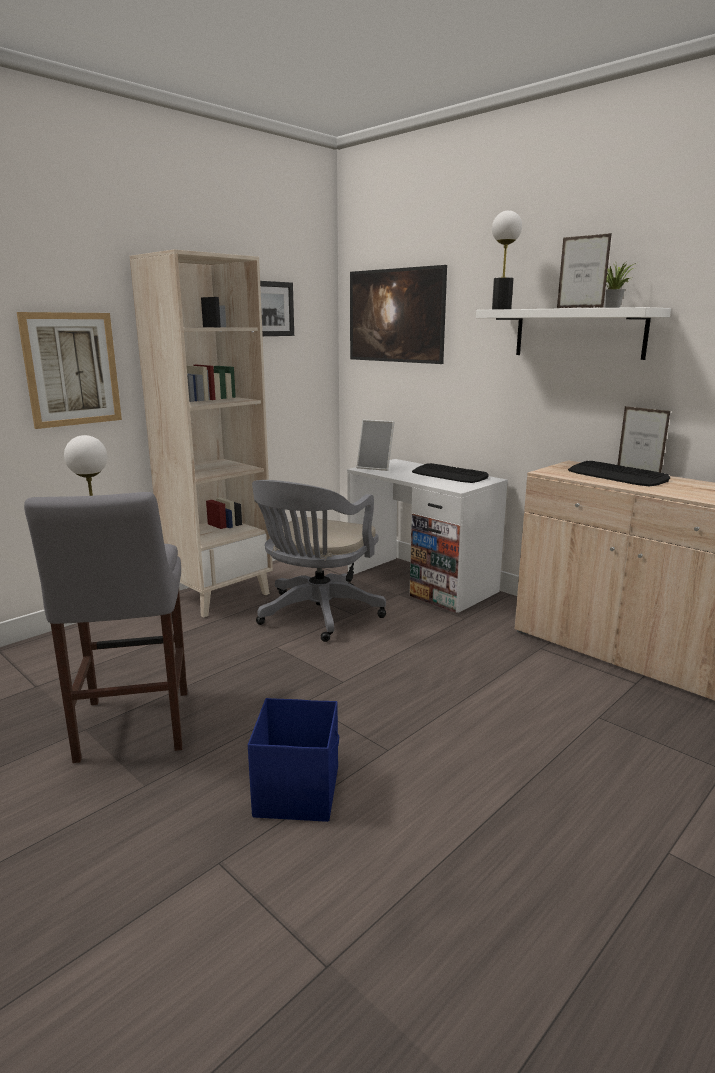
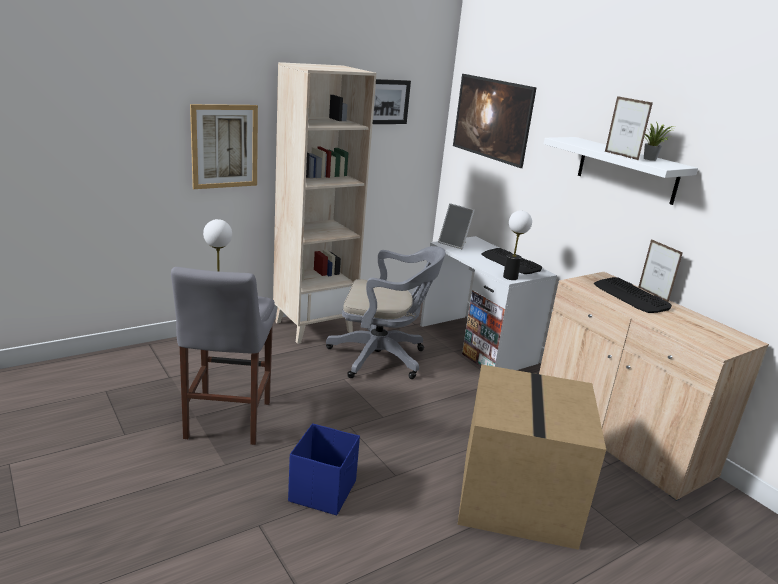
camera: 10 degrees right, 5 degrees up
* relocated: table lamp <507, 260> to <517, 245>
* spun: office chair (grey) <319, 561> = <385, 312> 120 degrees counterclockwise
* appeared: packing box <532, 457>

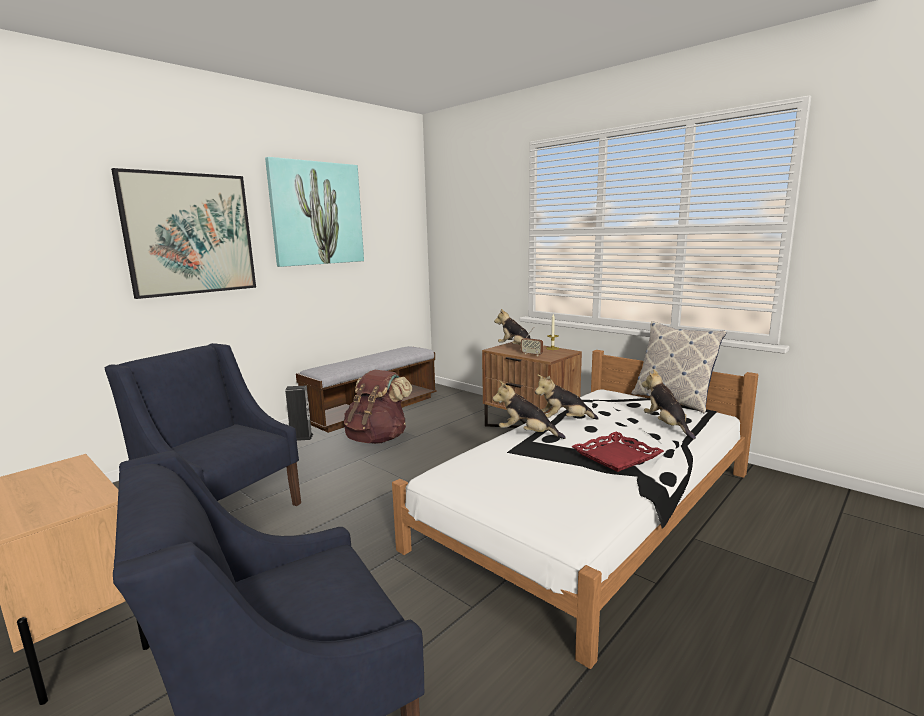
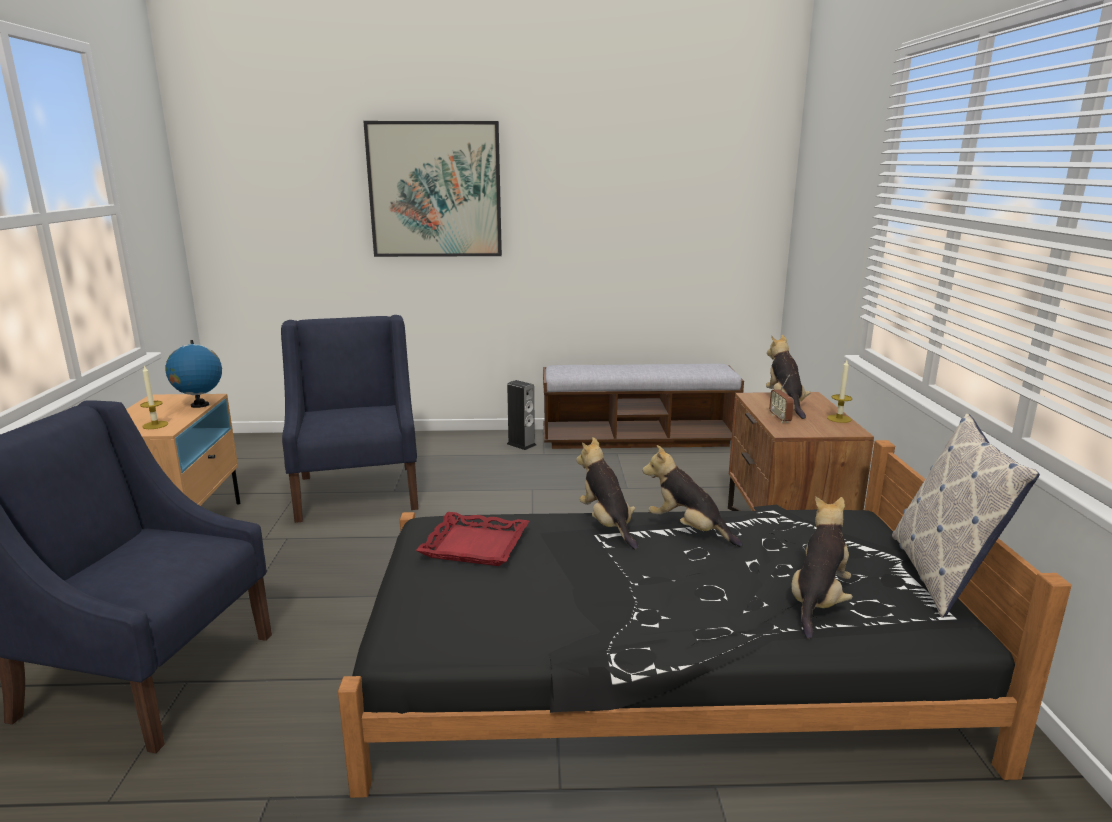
camera: 45 degrees right, 5 degrees up
* missing: wall picture <314, 212>
* colour: bedroom bed (white) <575, 509> to bedroom bed (black-coloured) <705, 619>
* missing: backpack (brown) <378, 407>
* relocated: tray (red-coloured) <618, 452> to <472, 539>
* appeared: desk globe <193, 374>
* appeared: candle <154, 397>

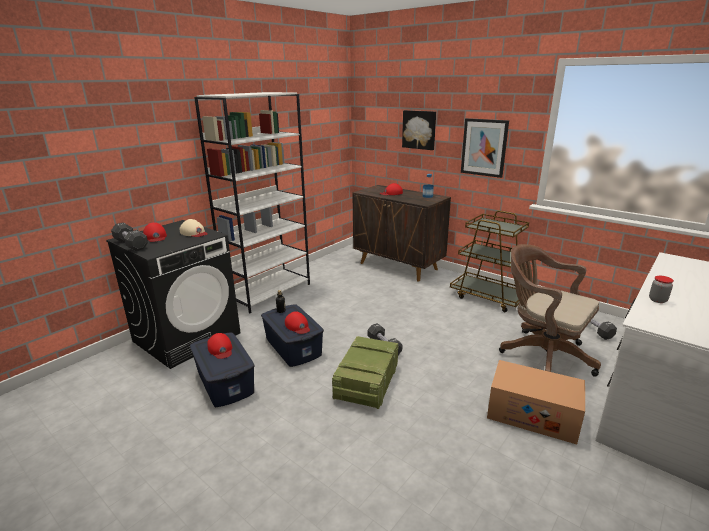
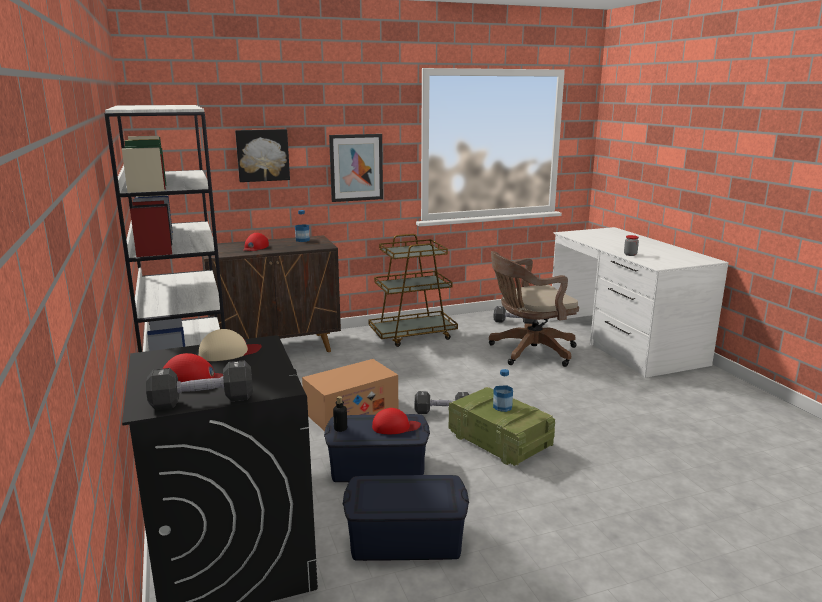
camera: 60 degrees left, 5 degrees down
* missing: cap (red-coloured) <219, 346>
* relocated: packing box <536, 402> to <350, 395>
* appeared: drink bottle <503, 390>

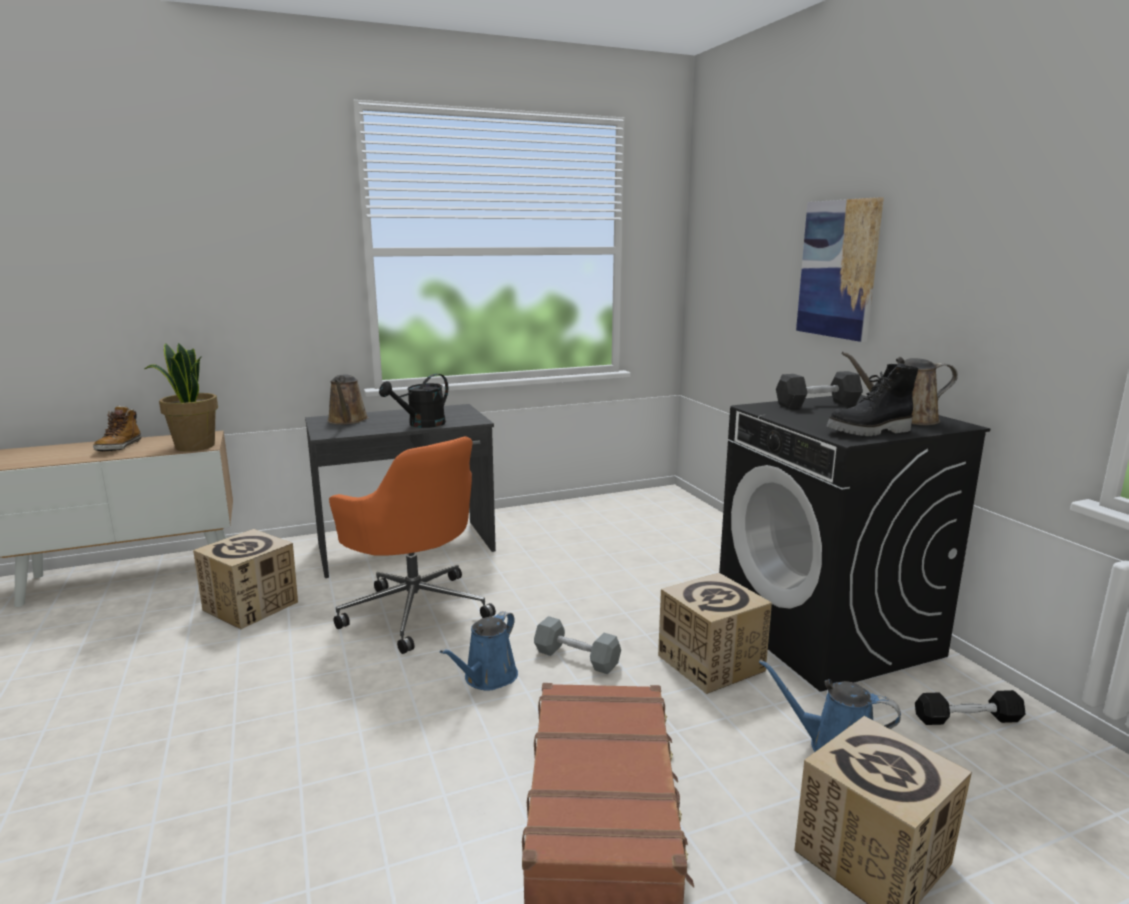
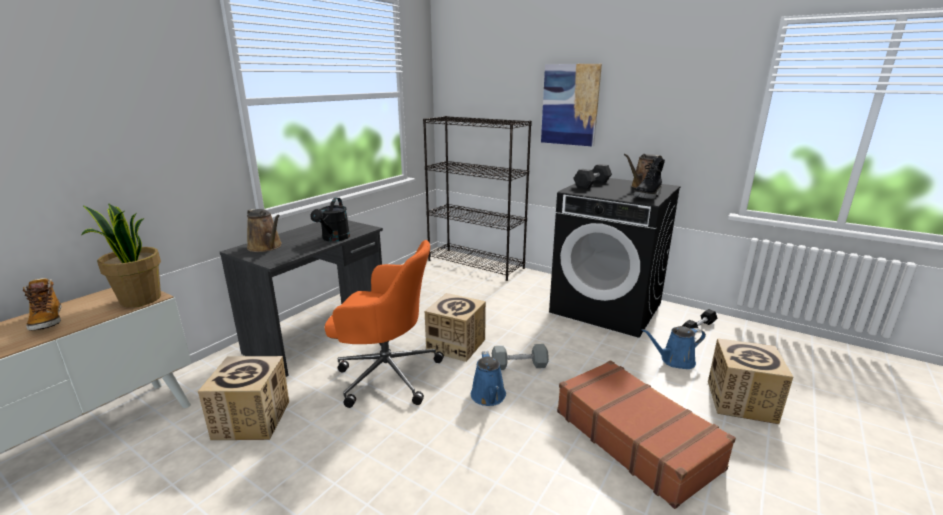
camera: 35 degrees left, 5 degrees up
* relocated: packing box <715, 633> to <455, 327>
* appeared: bookshelf (black-coloured) <477, 198>

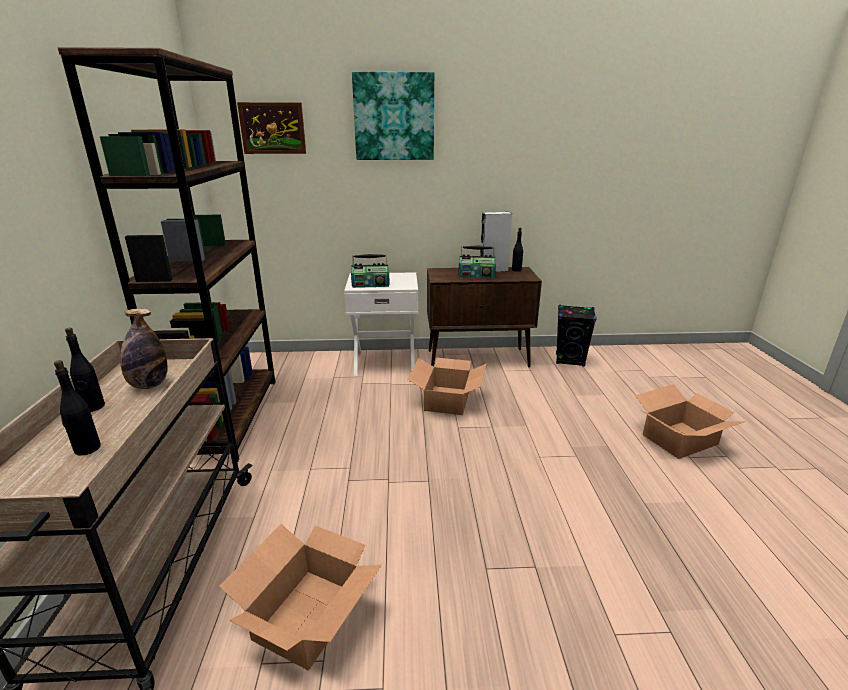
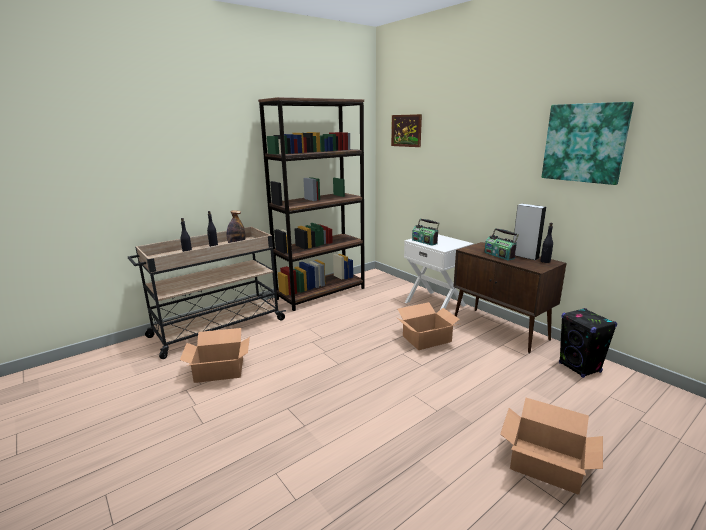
camera: 55 degrees right, 5 degrees down
* relocated: wall picture <393, 116> to <588, 143>

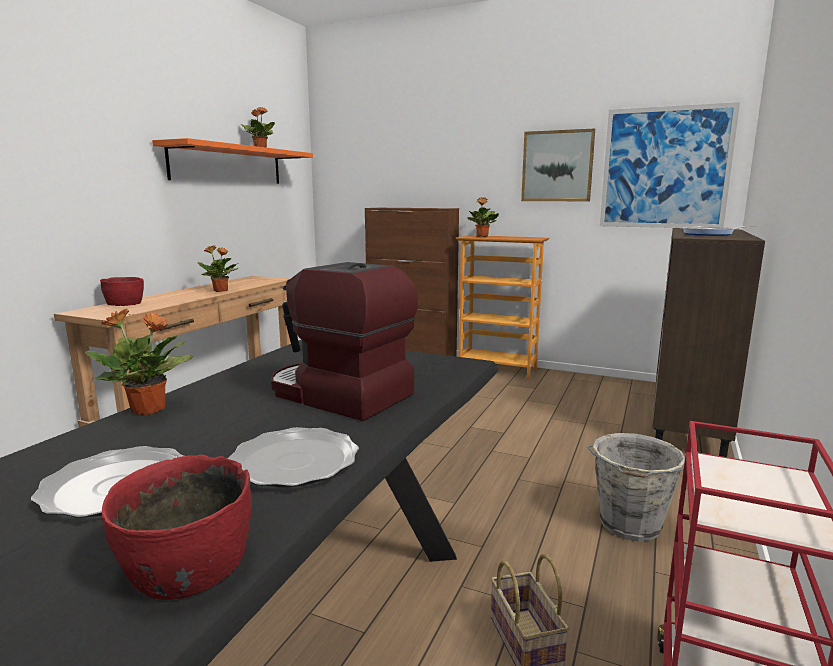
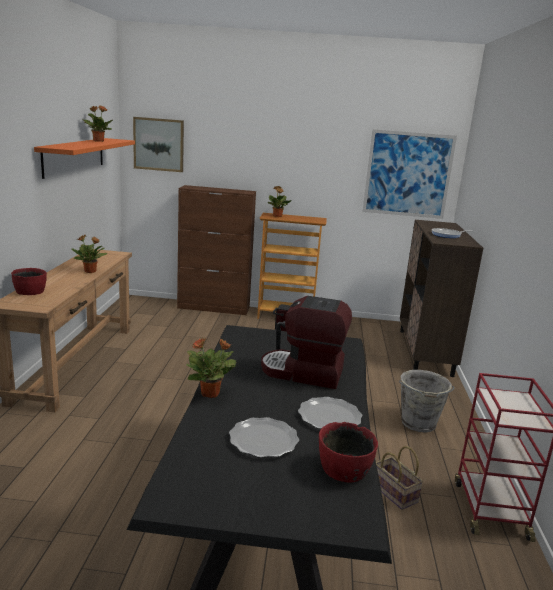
camera: 20 degrees left, 5 degrees up
* relocated: wall picture <558, 164> to <158, 144>

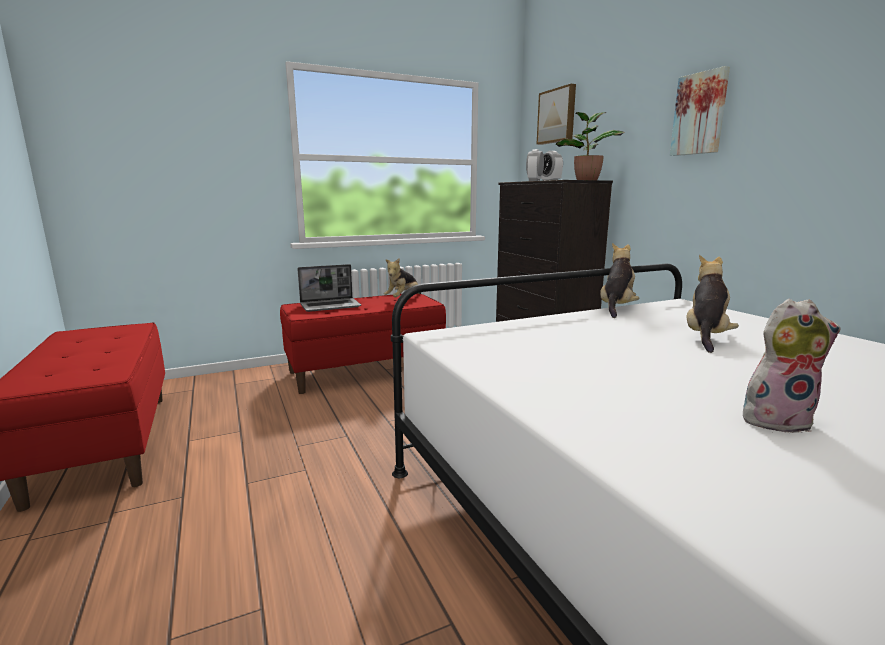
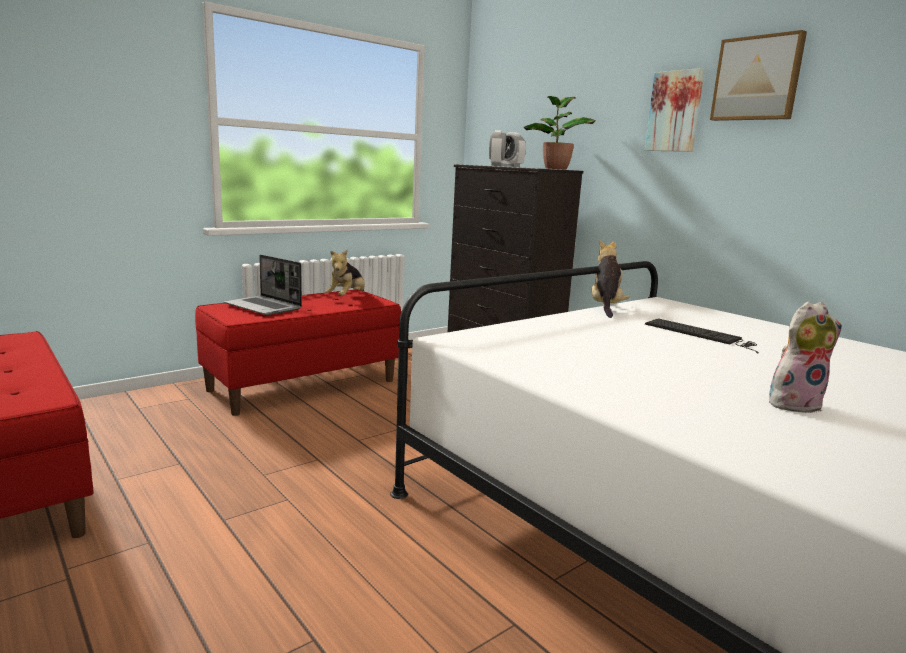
camera: 15 degrees left, 0 degrees up
* relocated: wall picture <556, 114> to <758, 75>
* exchanged: plush toy <713, 304> to computer keyboard <702, 336>
* spun: portable computer <329, 288> = <263, 285> 75 degrees clockwise

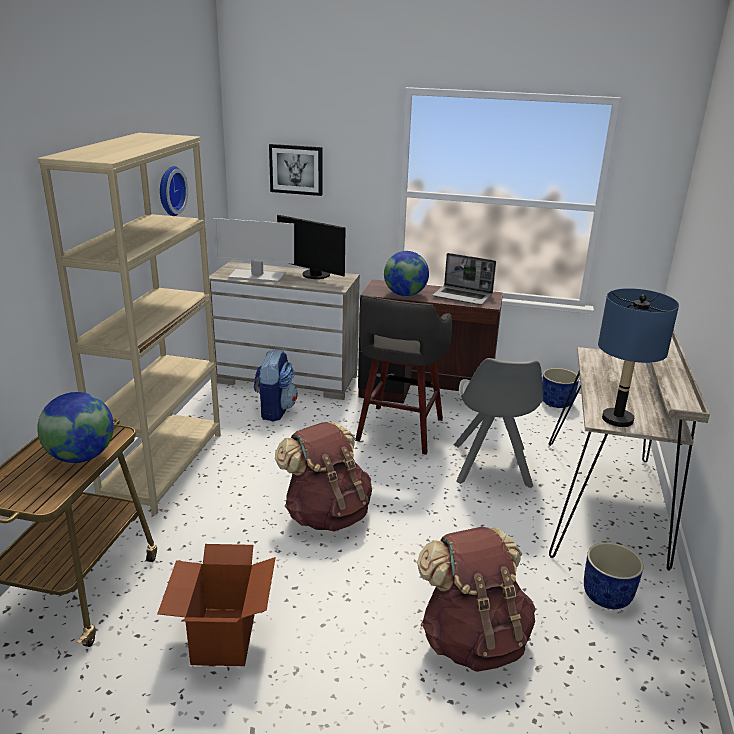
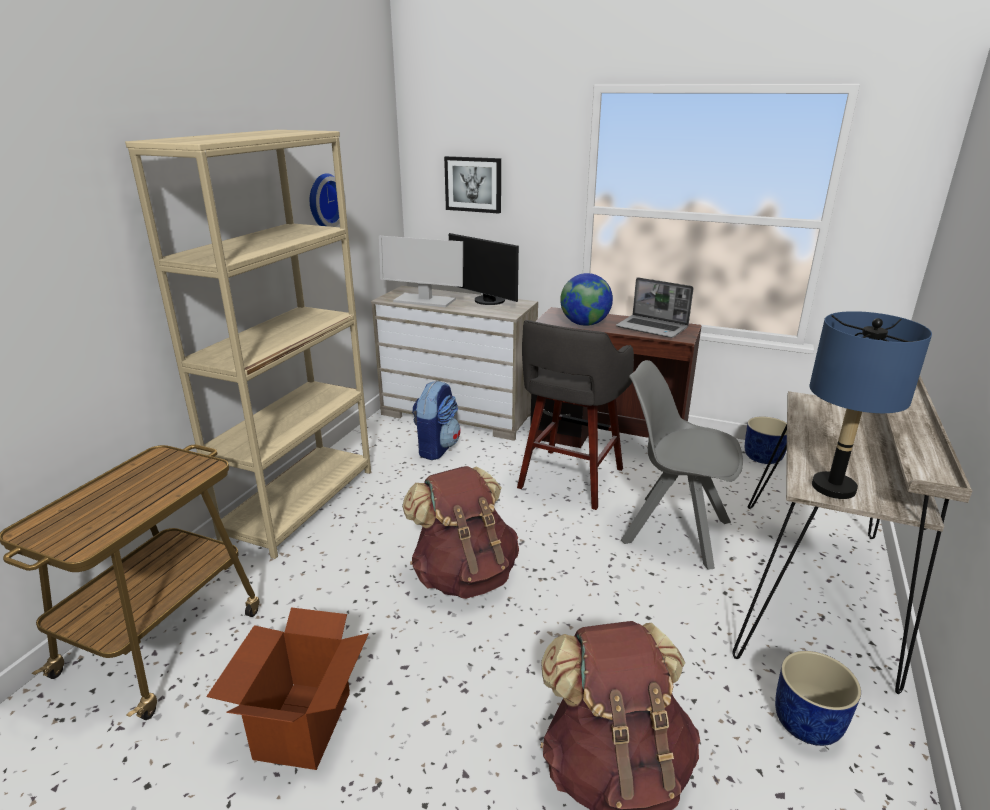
camera: 10 degrees right, 0 degrees up
* spun: chair (grey) <498, 423> = <682, 465> 105 degrees clockwise
* missing: desk globe <75, 427>

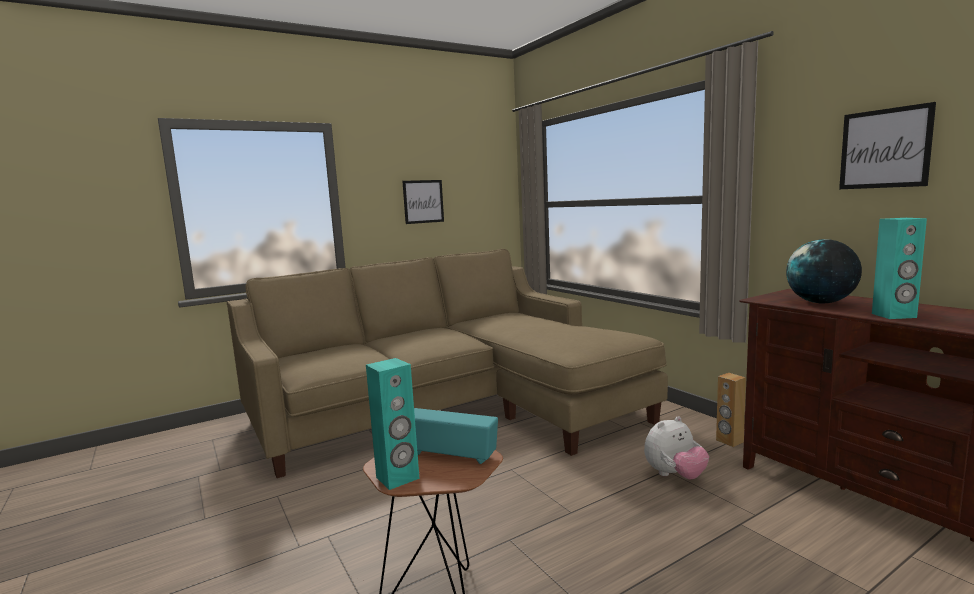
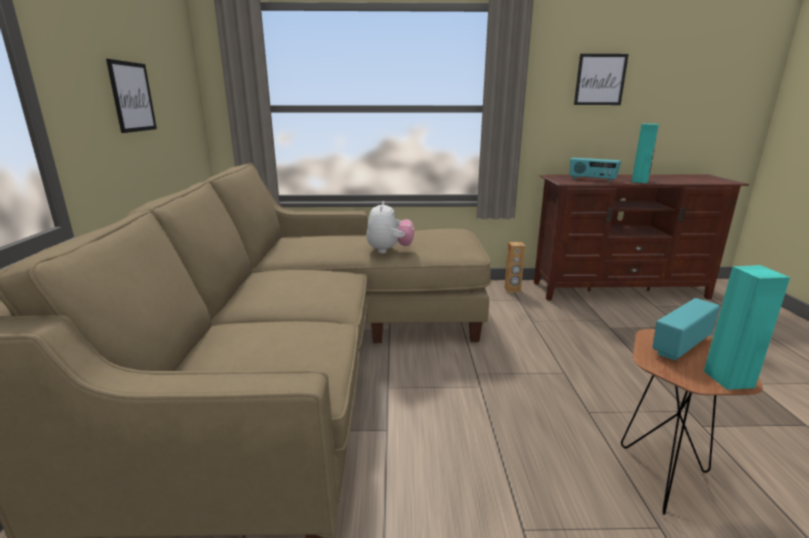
camera: 60 degrees left, 10 degrees up
* exchanged: desk globe <824, 271> to radio receiver <595, 170>
* relocated: plush toy <676, 448> to <390, 227>

